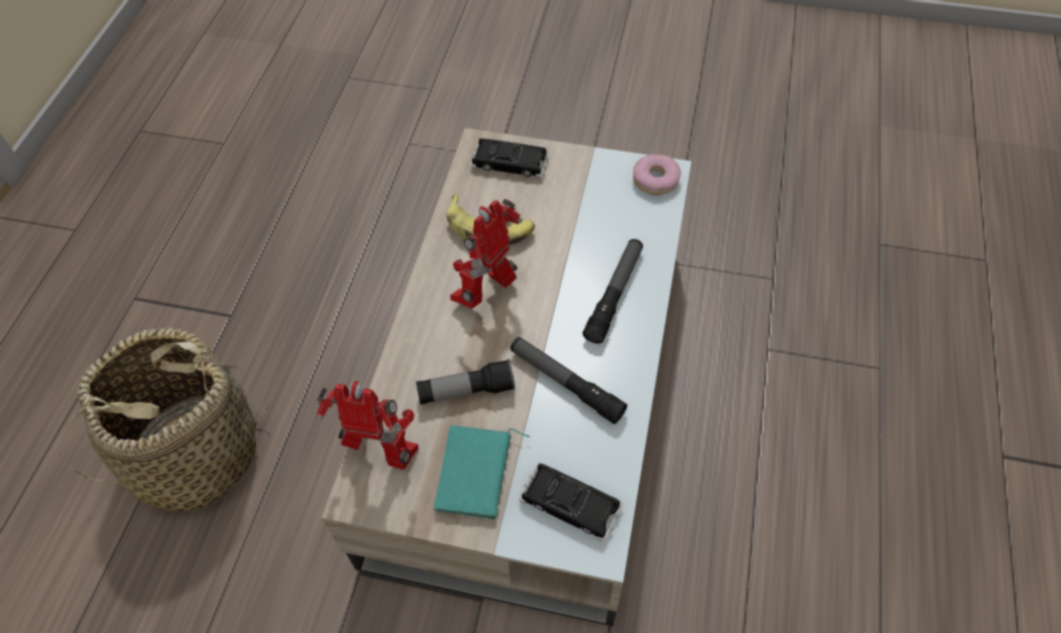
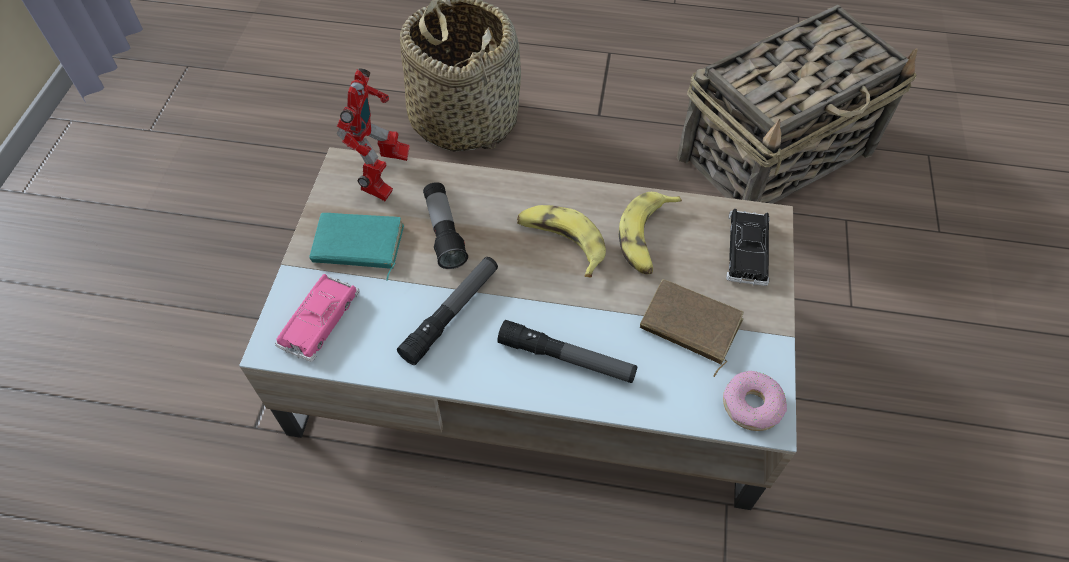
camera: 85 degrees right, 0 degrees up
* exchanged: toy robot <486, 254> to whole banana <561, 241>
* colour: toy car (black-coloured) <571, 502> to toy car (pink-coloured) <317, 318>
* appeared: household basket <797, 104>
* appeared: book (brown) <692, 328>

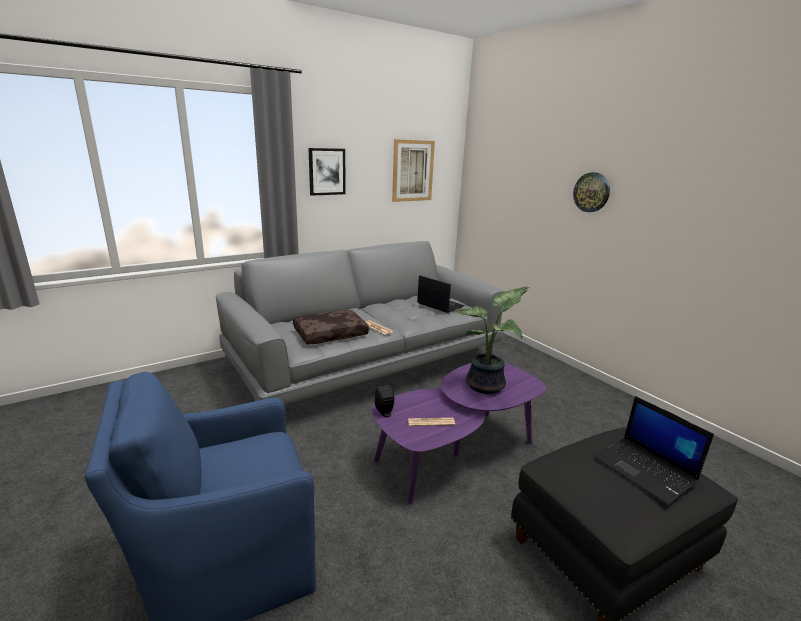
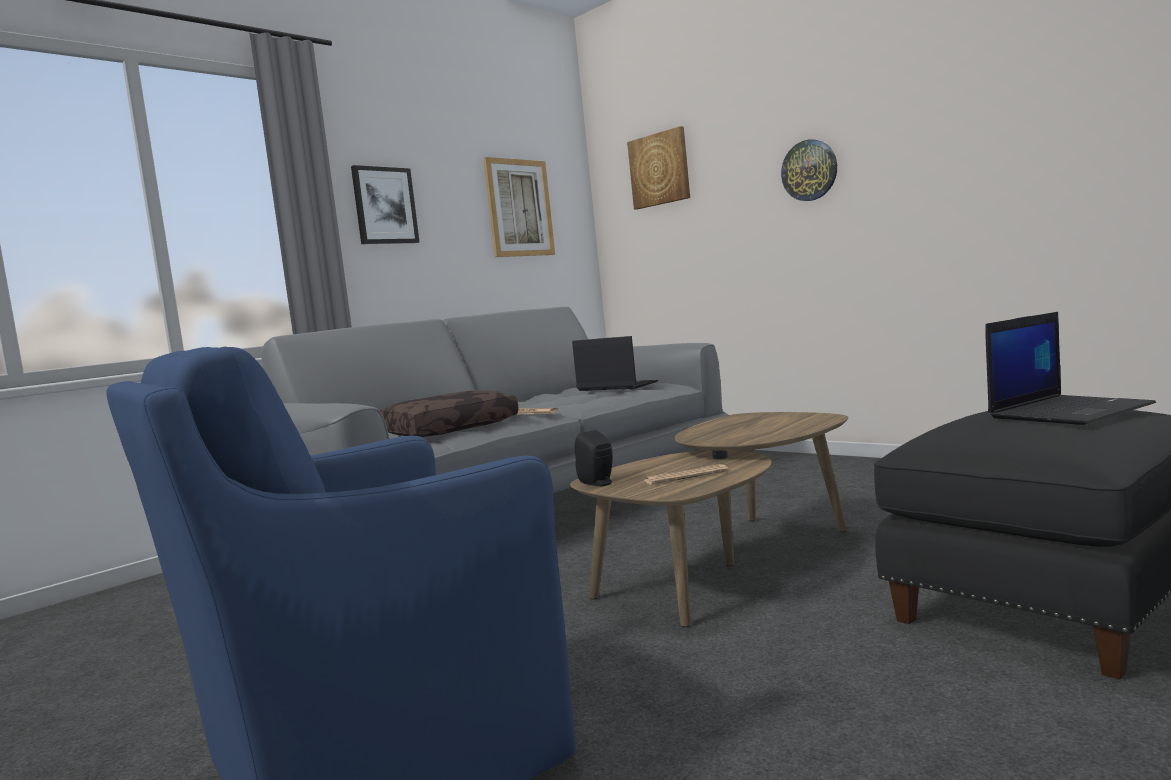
camera: 10 degrees left, 15 degrees down
* missing: potted plant <493, 340>
* colour: low table (purplish) <458, 433> to low table (brown) <709, 519>
* spun: portable computer <654, 450> = <1070, 368> 75 degrees counterclockwise
* appeared: wall picture <658, 167>

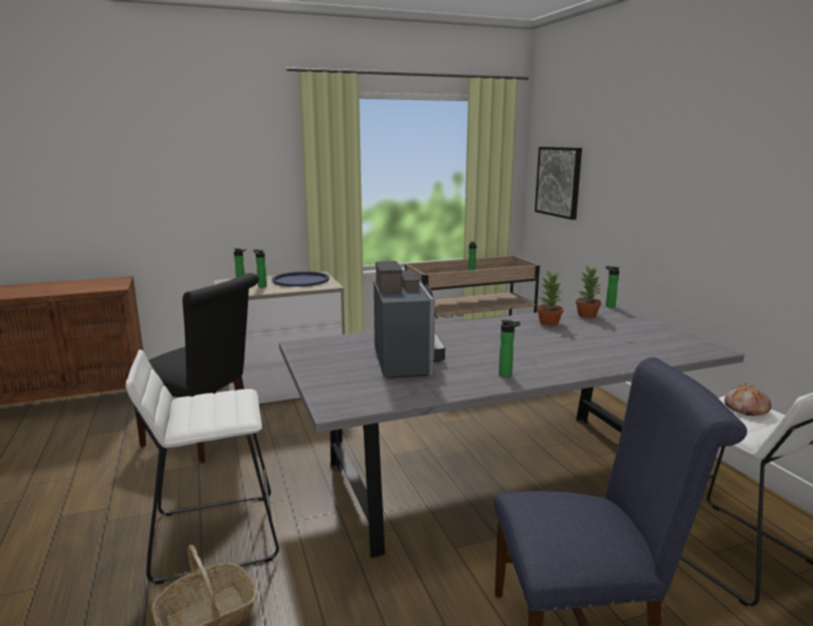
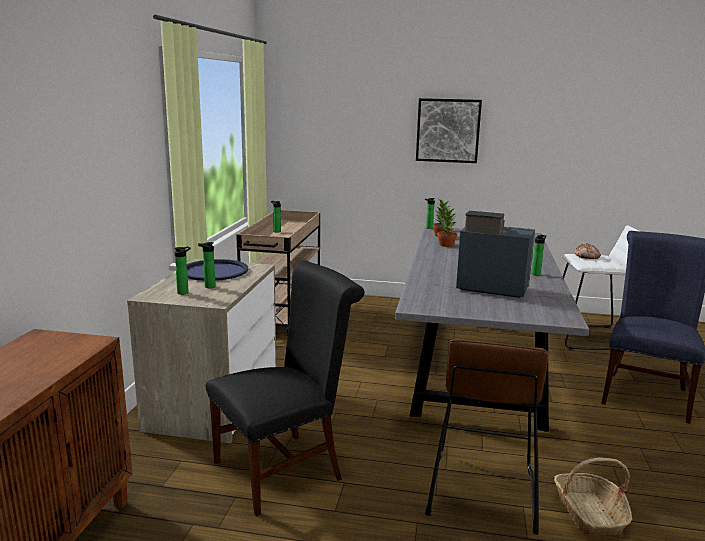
camera: 60 degrees left, 0 degrees up
* relocated: wall picture <558, 183> to <449, 130>
* colour: stool seat (white) <202, 467> to stool seat (brown) <486, 437>

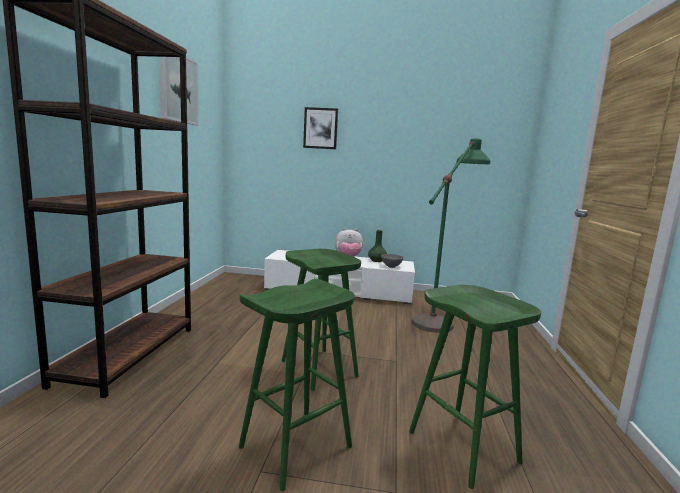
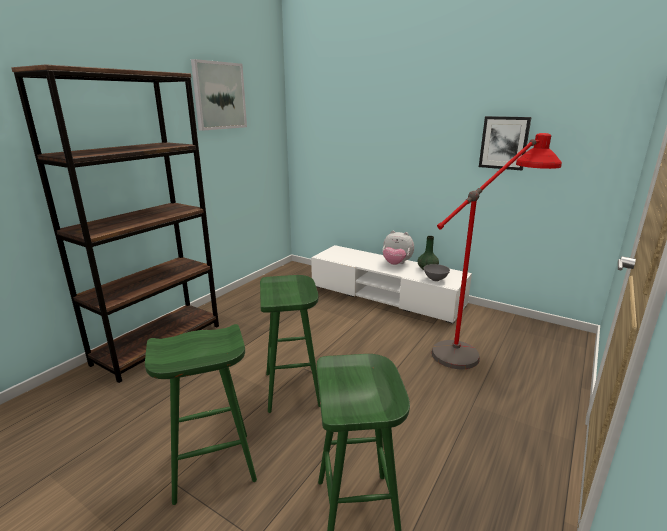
camera: 25 degrees right, 10 degrees up
* relocated: wall picture <320, 128> to <505, 143>
* colour: standard lamp (green) <450, 235> to standard lamp (red-coloured) <496, 251>

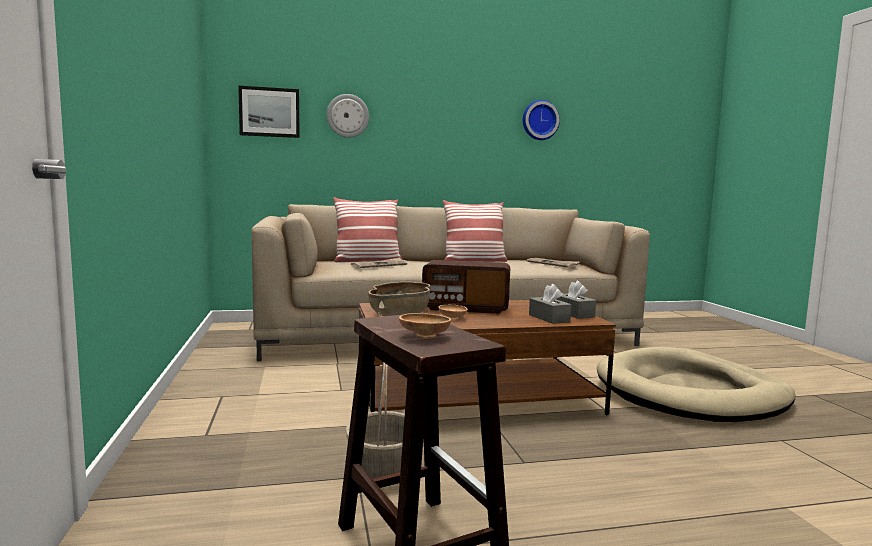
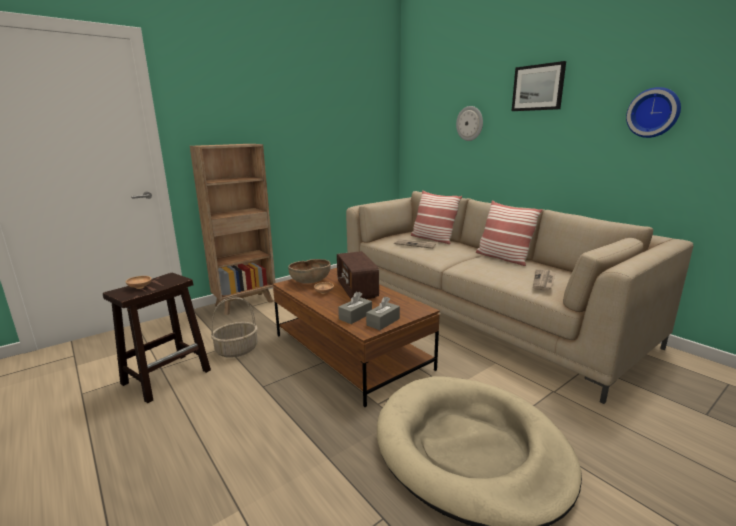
camera: 65 degrees right, 10 degrees up
* relocated: wall picture <269, 112> to <539, 86>
* appeared: bookshelf (brown) <233, 229>

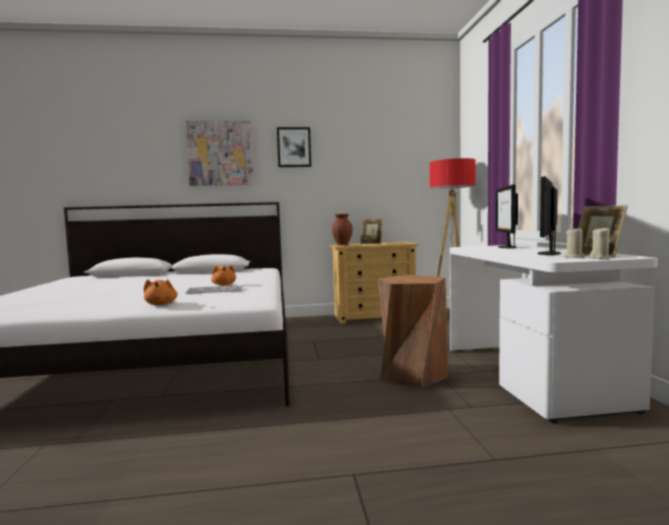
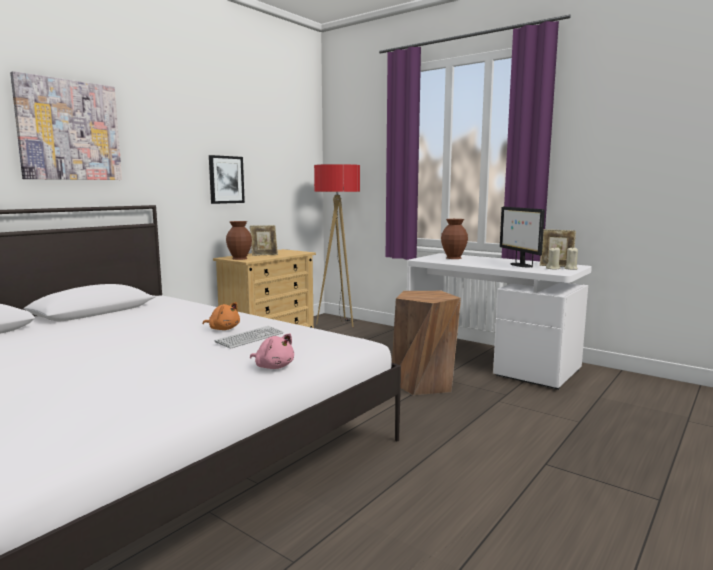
camera: 45 degrees left, 5 degrees up
* relocated: wall picture <294, 147> to <227, 179>
* exchanged: computer screen <507, 216> to vase (brown) <454, 239>
* colour: plush toy (orange-coloured) <161, 292> to plush toy (pink-coloured) <272, 351>

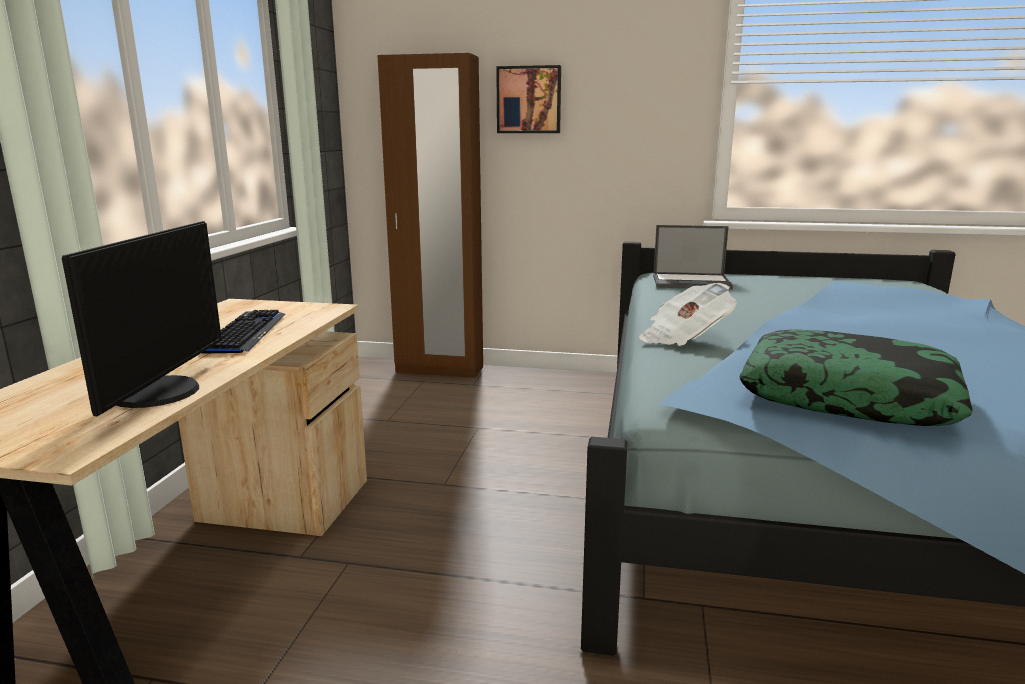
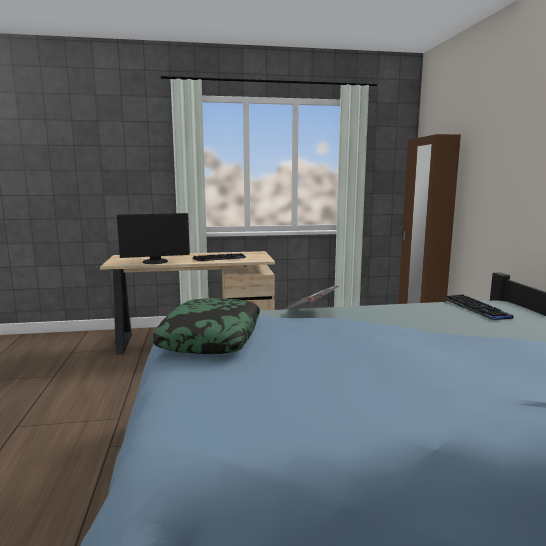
camera: 70 degrees right, 5 degrees down
* missing: wall picture <528, 99>
* exchanged: portable computer <693, 257> to computer keyboard <478, 307>

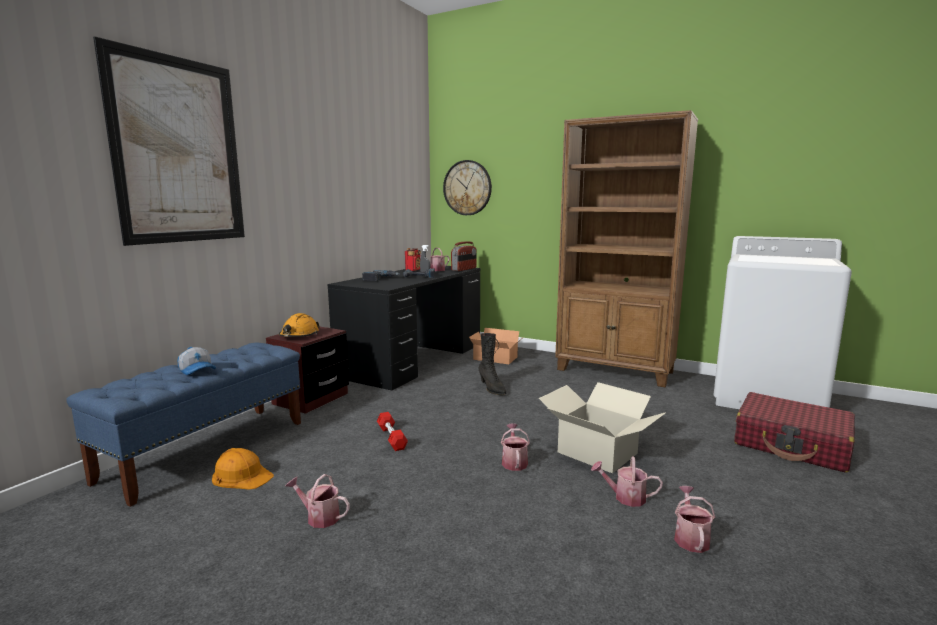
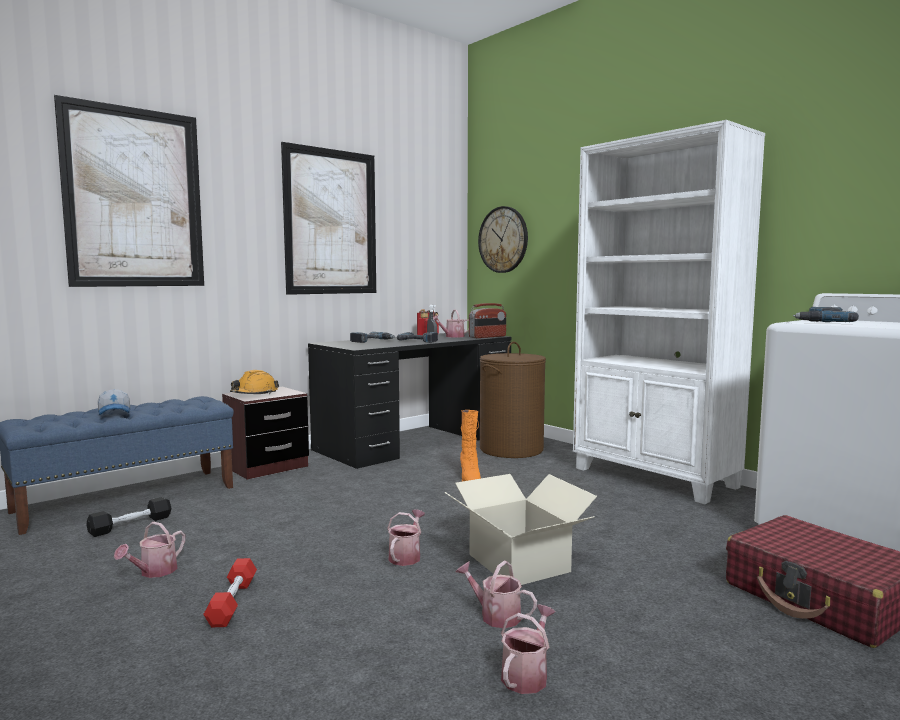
camera: 20 degrees right, 5 degrees down
* colour: bookshelf (brown) <626, 248> to bookshelf (white) <669, 312>
* exchanged: packing box <495, 346> to washing basket (brown) <513, 400>
* colour: boot (black-coloured) <493, 364> to boot (orange-coloured) <470, 446>
* relocated: free weight (red-coloured) <392, 431> to <230, 593>
* exchanged: safety helmet (orange-coloured) <243, 469> to free weight (black-coloured) <128, 517>
* spun: watering pot <318, 501> = <150, 550> 105 degrees counterclockwise
* appeared: wall picture <328, 218>
* appeared: power drill <826, 314>

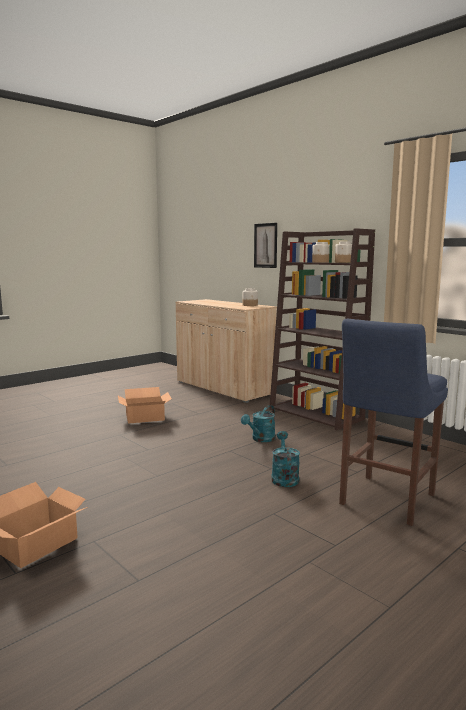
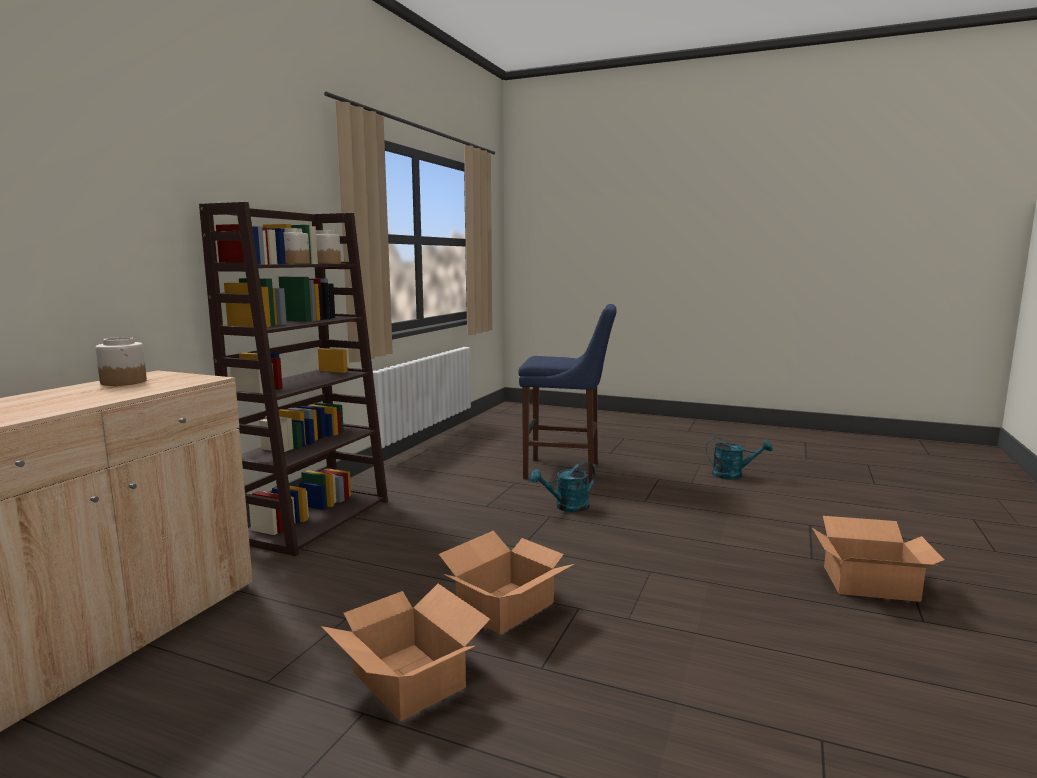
camera: 115 degrees left, 0 degrees up
* missing: wall picture <265, 245>
* relocated: watering pot (blue-green) <258, 423> to <739, 458>
* appeared: packing box <506, 583>

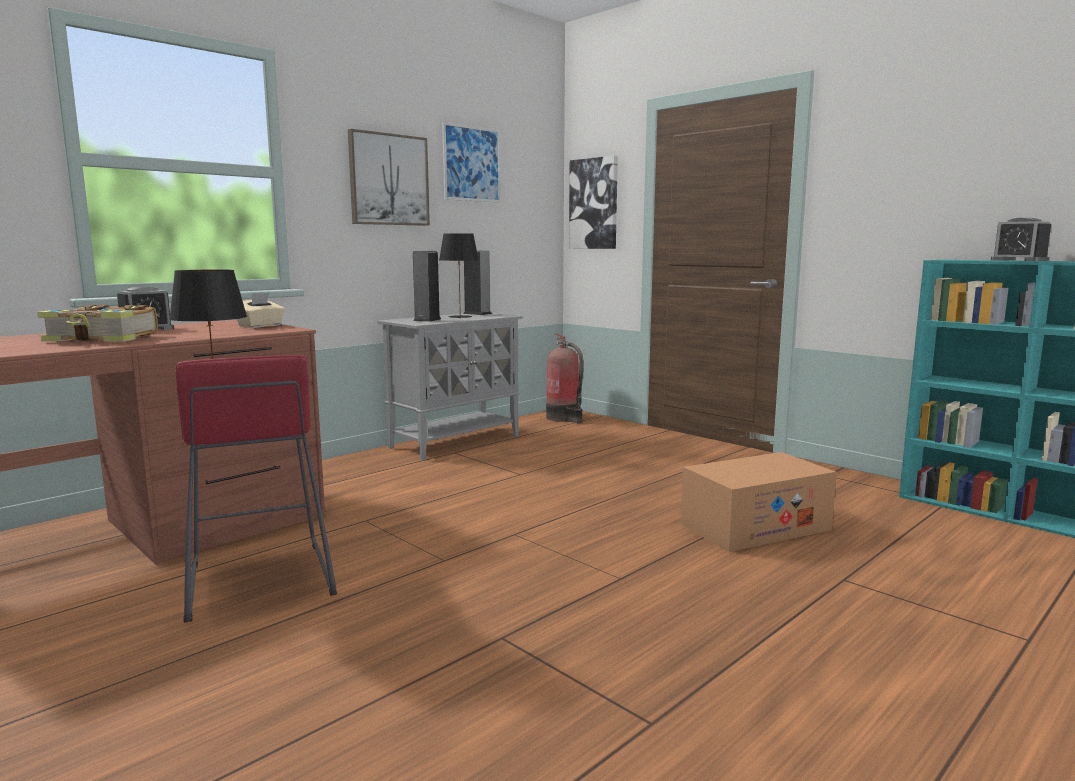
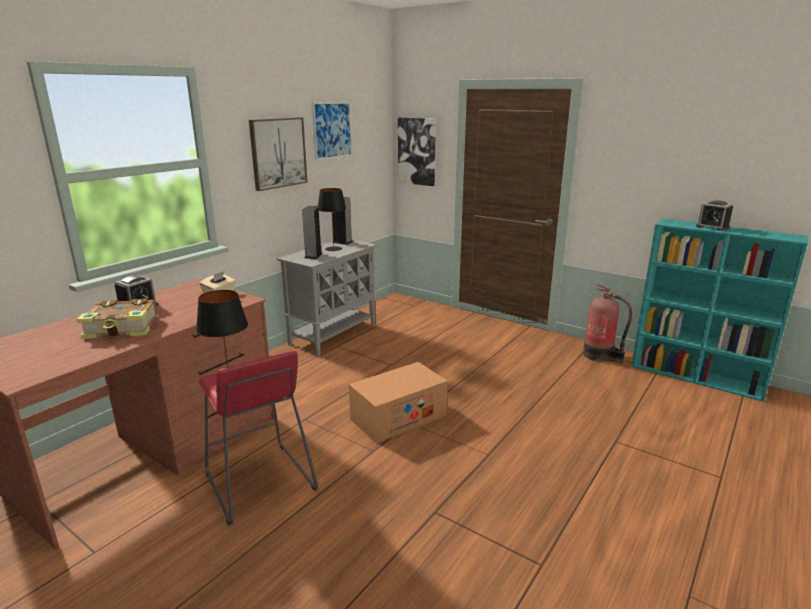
camera: 10 degrees left, 10 degrees up
* relocated: fire-fighting cylinder <565, 378> to <608, 324>
* relocated: packing box <758, 502> to <398, 402>

